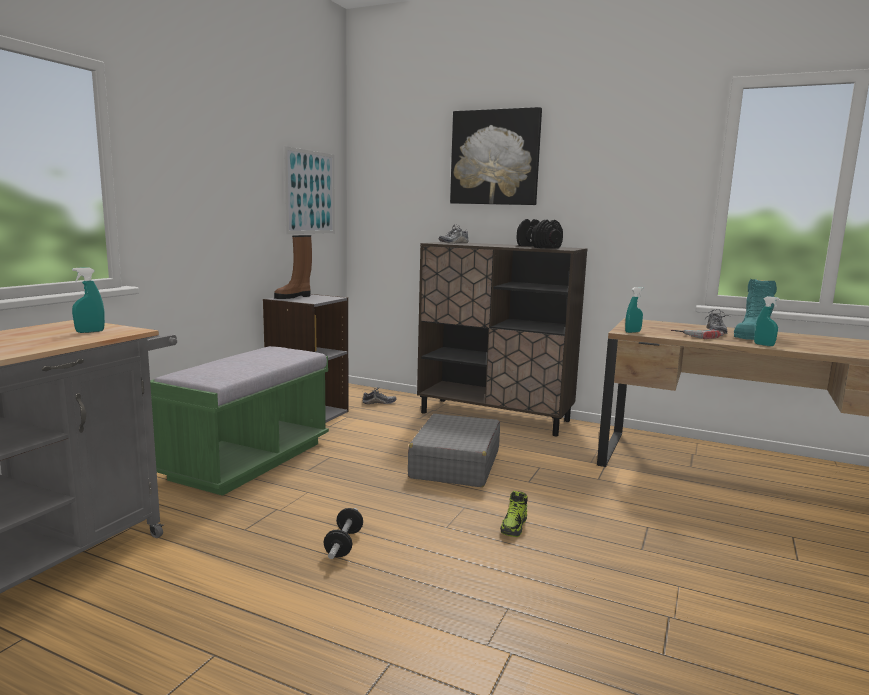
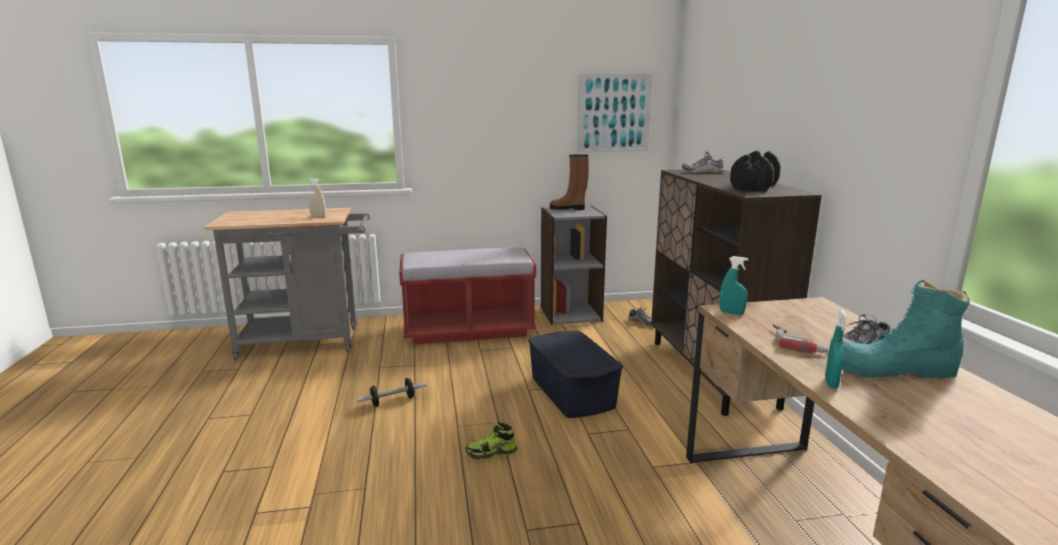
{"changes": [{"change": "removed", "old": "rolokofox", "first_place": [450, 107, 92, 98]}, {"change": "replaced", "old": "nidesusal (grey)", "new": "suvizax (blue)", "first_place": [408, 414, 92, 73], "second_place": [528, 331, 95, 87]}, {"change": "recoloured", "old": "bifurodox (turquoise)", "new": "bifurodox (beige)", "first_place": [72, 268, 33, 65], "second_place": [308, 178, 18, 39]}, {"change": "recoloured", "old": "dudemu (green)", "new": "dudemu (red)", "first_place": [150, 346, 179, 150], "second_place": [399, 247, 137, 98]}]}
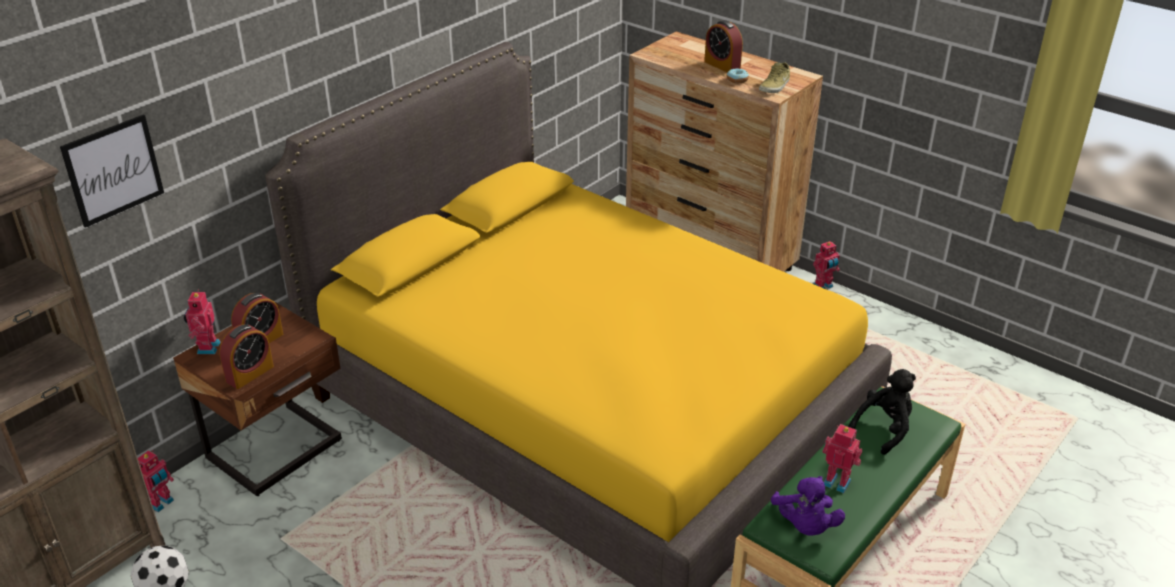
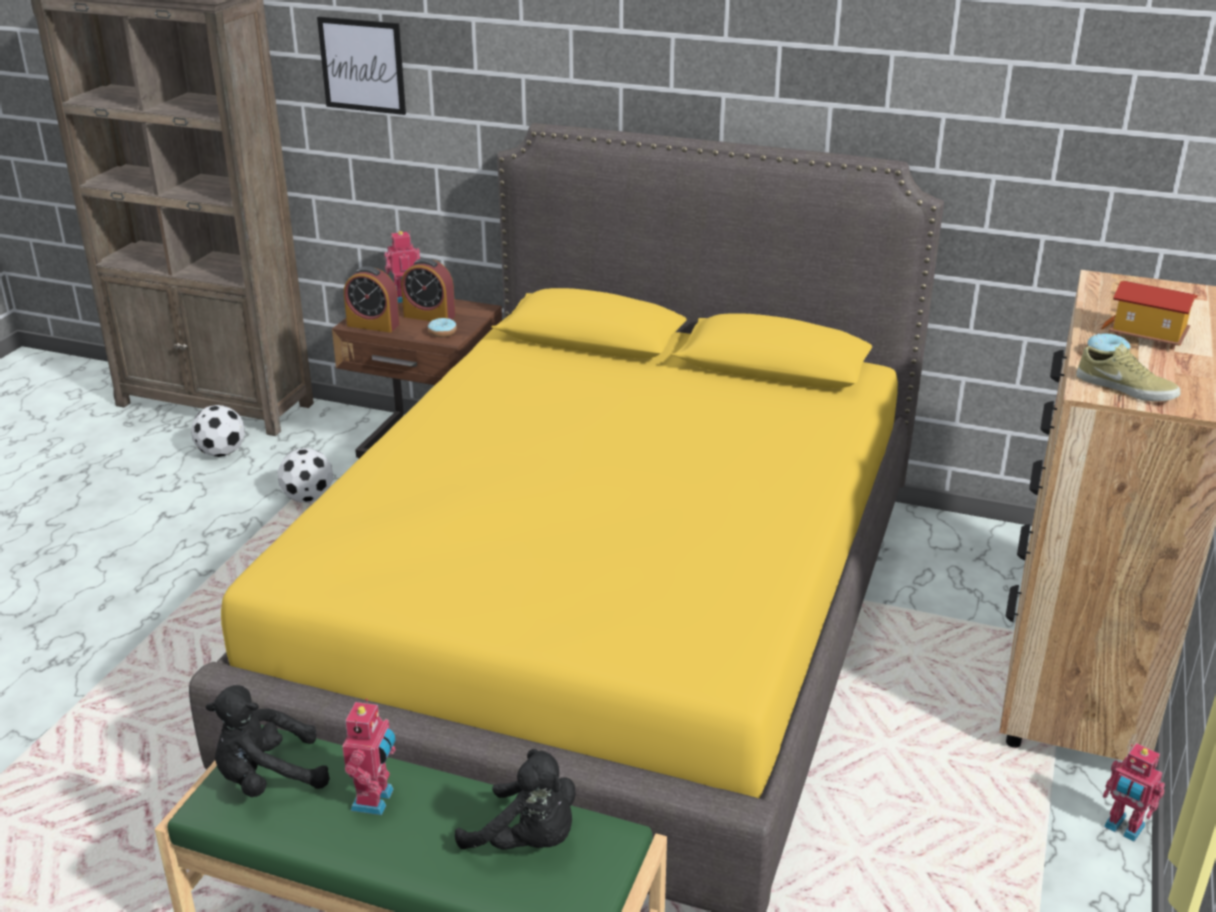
{"changes": [{"change": "removed", "old": "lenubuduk", "first_place": [138, 450, 36, 62]}, {"change": "added", "new": "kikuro", "second_place": [278, 448, 55, 55]}, {"change": "added", "new": "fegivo", "second_place": [428, 318, 29, 19]}, {"change": "replaced", "old": "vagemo", "new": "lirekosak", "first_place": [704, 20, 39, 52], "second_place": [1101, 281, 97, 69]}, {"change": "recoloured", "old": "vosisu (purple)", "new": "vosisu (black)", "first_place": [771, 476, 74, 60], "second_place": [206, 685, 124, 112]}, {"change": "turned", "old": "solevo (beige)", "first_place": [759, 62, 31, 31], "second_place": [1076, 344, 105, 58], "degrees": -150}]}
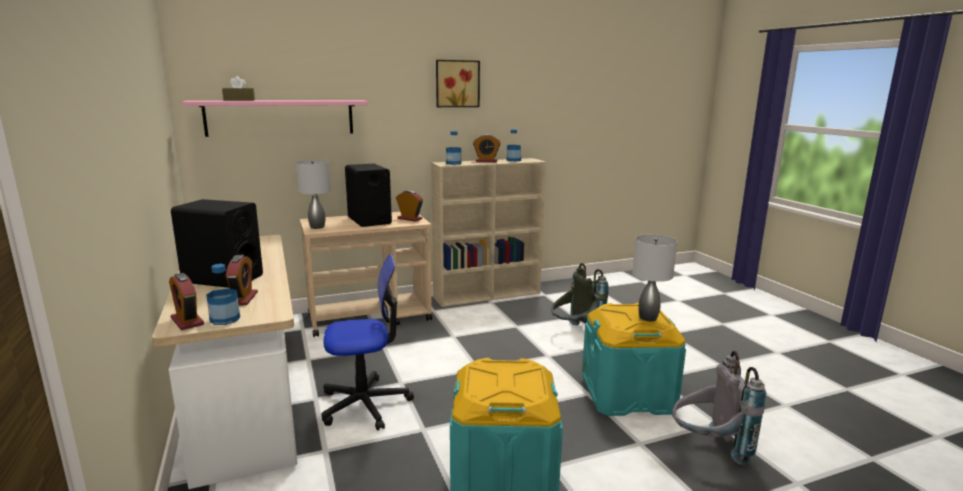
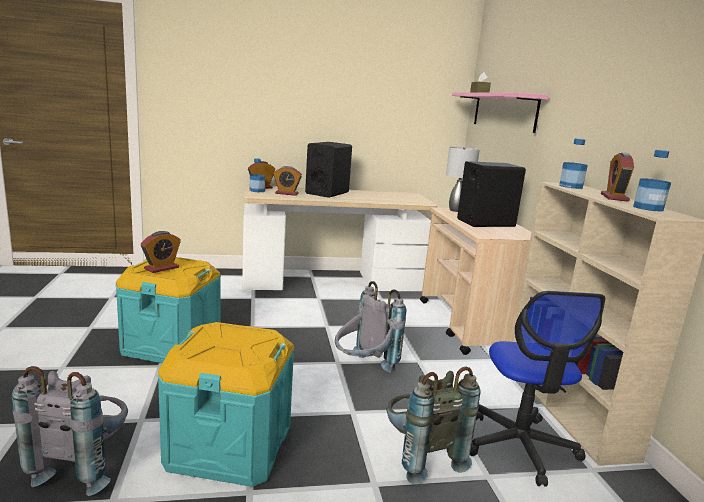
{"changes": [{"change": "removed", "old": "rolokofox", "first_place": [436, 60, 44, 47]}, {"change": "removed", "old": "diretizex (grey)", "first_place": [632, 234, 45, 87]}, {"change": "added", "new": "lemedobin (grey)", "second_place": [335, 281, 71, 92]}, {"change": "moved", "old": "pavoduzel", "first_place": [321, 254, 93, 177], "second_place": [470, 291, 136, 196]}, {"change": "moved", "old": "vagemo", "first_place": [396, 190, 27, 32], "second_place": [141, 231, 40, 42]}]}
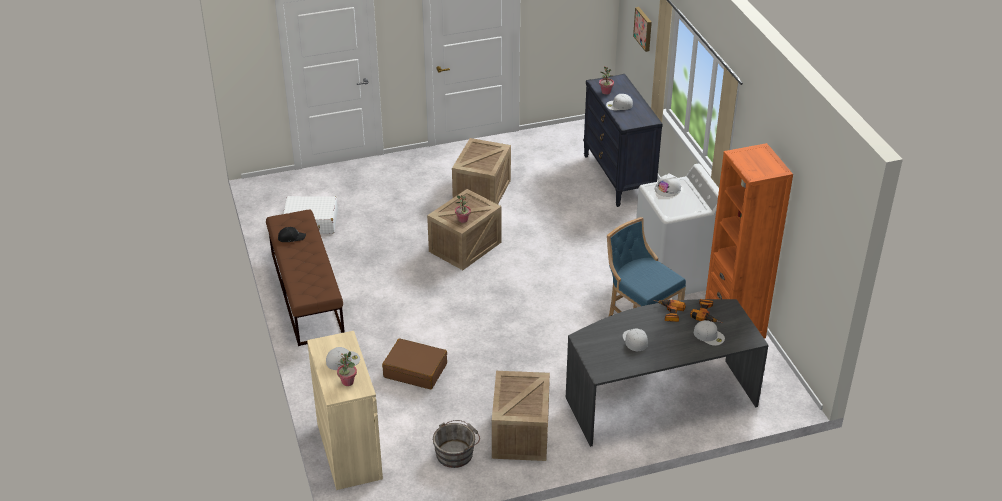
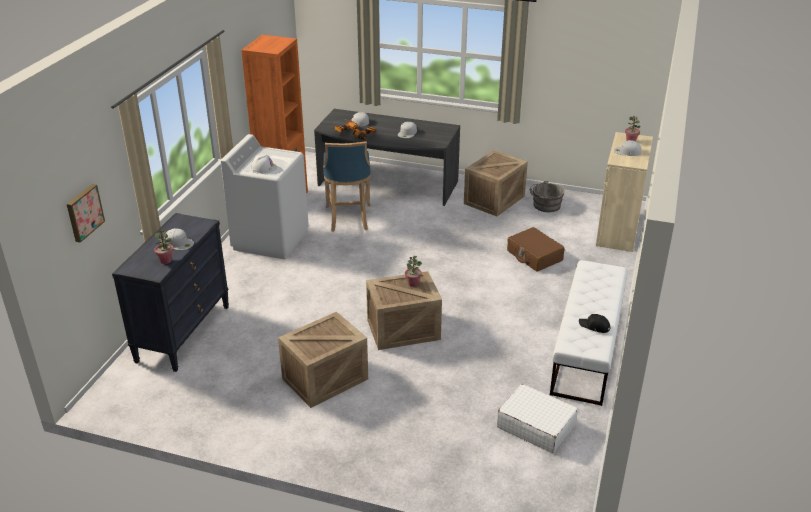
{"changes": [{"change": "recoloured", "old": "dudemu (brown)", "new": "dudemu (white)", "first_place": [266, 210, 79, 136], "second_place": [550, 260, 78, 146]}]}
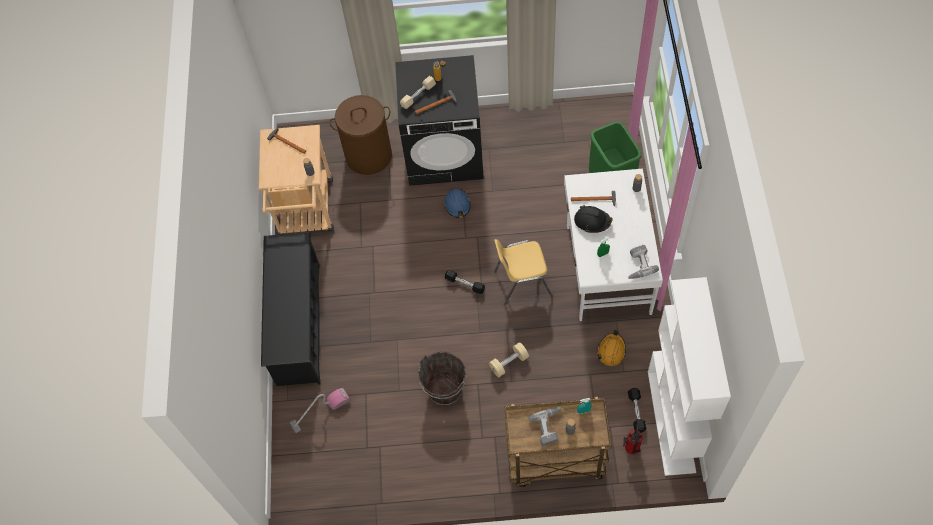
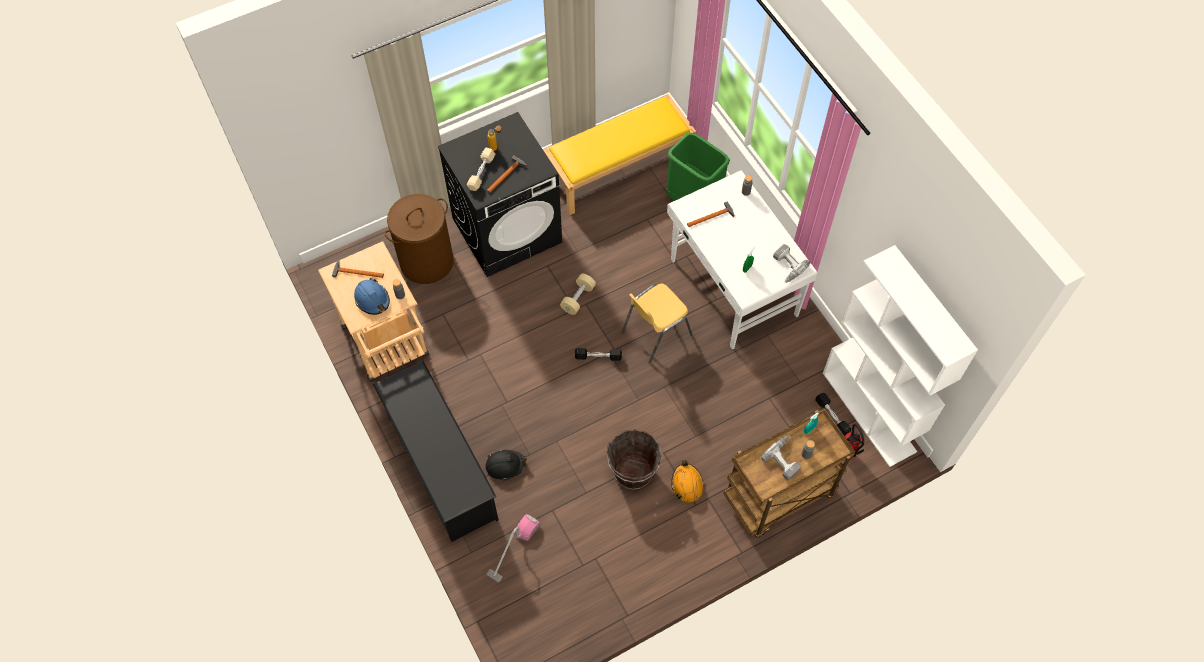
{"changes": [{"change": "added", "new": "dudemu (yellow)", "second_place": [543, 94, 153, 121]}, {"change": "moved", "old": "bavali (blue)", "first_place": [444, 189, 26, 29], "second_place": [354, 278, 36, 37]}, {"change": "moved", "old": "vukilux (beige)", "first_place": [489, 342, 40, 35], "second_place": [560, 274, 36, 41]}, {"change": "moved", "old": "bavali (black)", "first_place": [574, 205, 39, 28], "second_place": [485, 450, 42, 30]}, {"change": "moved", "old": "bavali (orange)", "first_place": [597, 329, 29, 37], "second_place": [671, 460, 33, 43]}]}
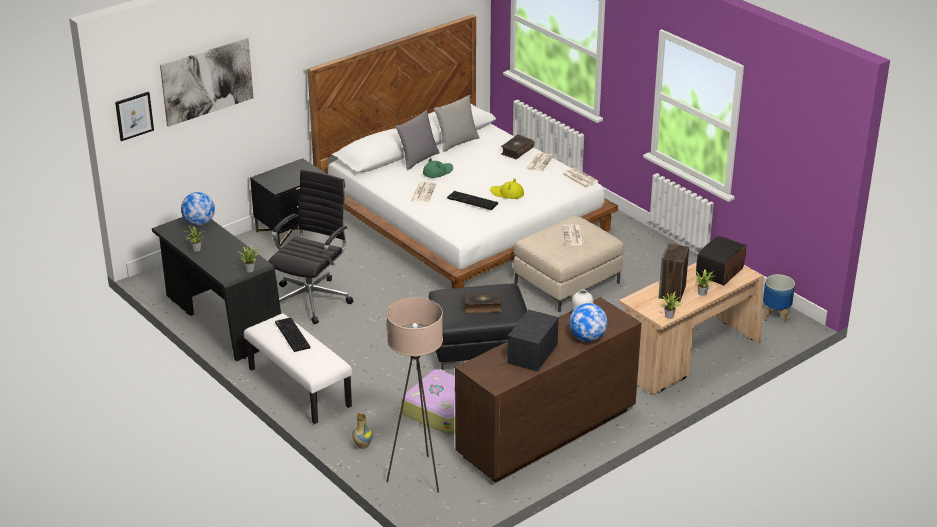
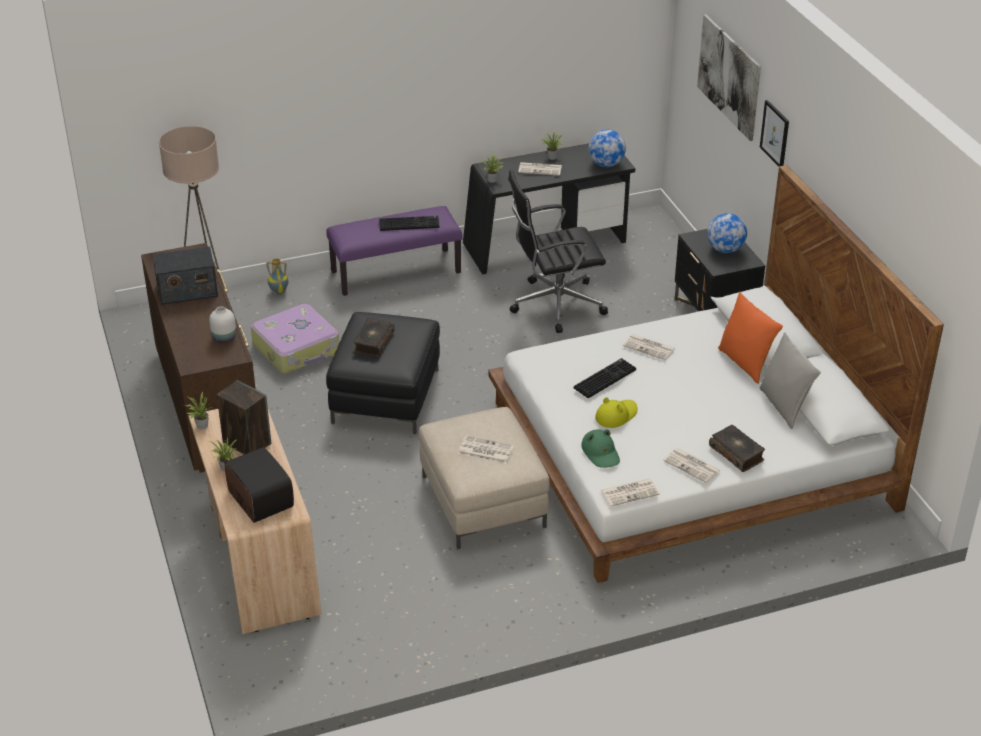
{"changes": [{"change": "removed", "old": "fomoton", "first_place": [763, 274, 32, 49]}, {"change": "added", "new": "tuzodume", "second_place": [518, 162, 44, 14]}, {"change": "moved", "old": "rolokofox", "first_place": [115, 92, 39, 49], "second_place": [760, 100, 29, 66]}, {"change": "moved", "old": "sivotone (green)", "first_place": [423, 158, 30, 20], "second_place": [581, 429, 39, 39]}, {"change": "moved", "old": "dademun", "first_place": [569, 303, 39, 39], "second_place": [707, 213, 40, 40]}, {"change": "recoloured", "old": "dudemu (white)", "new": "dudemu (purple)", "first_place": [244, 313, 108, 111], "second_place": [326, 206, 136, 90]}, {"change": "recoloured", "old": "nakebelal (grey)", "new": "nakebelal (orange)", "first_place": [396, 110, 44, 60], "second_place": [718, 292, 65, 92]}, {"change": "turned", "old": "pavoduzel (black)", "first_place": [268, 169, 85, 155], "second_place": [508, 170, 100, 163], "degrees": 120}, {"change": "turned", "old": "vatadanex", "first_place": [507, 309, 52, 63], "second_place": [153, 246, 65, 59], "degrees": 120}]}
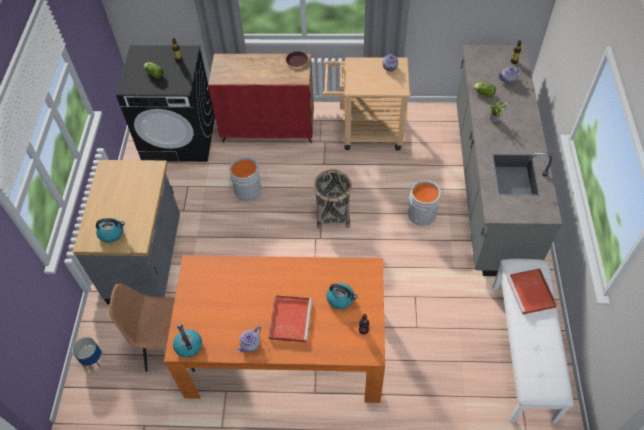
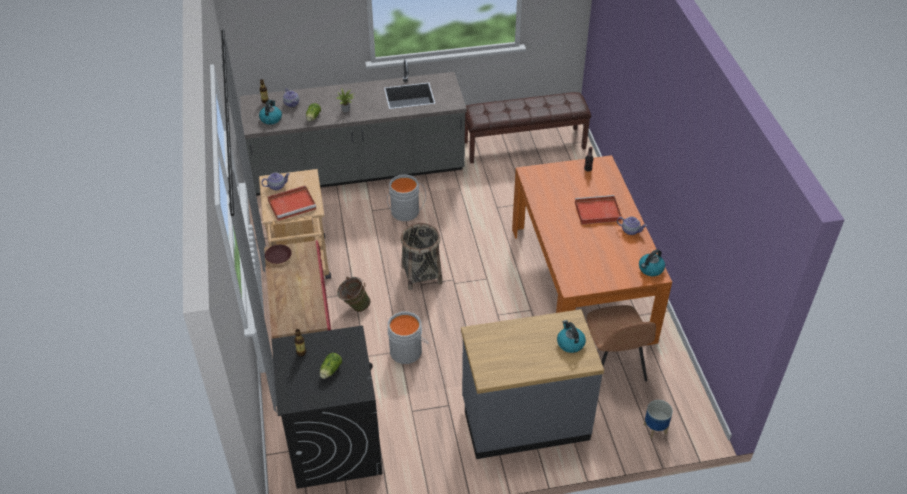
{"changes": [{"change": "added", "new": "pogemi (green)", "second_place": [337, 277, 34, 35]}, {"change": "moved", "old": "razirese", "first_place": [327, 283, 30, 26], "second_place": [259, 100, 23, 25]}, {"change": "moved", "old": "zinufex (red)", "first_place": [507, 268, 50, 47], "second_place": [268, 185, 48, 36]}, {"change": "recoloured", "old": "dudemu (white)", "new": "dudemu (brown)", "first_place": [493, 259, 81, 164], "second_place": [465, 92, 126, 72]}]}
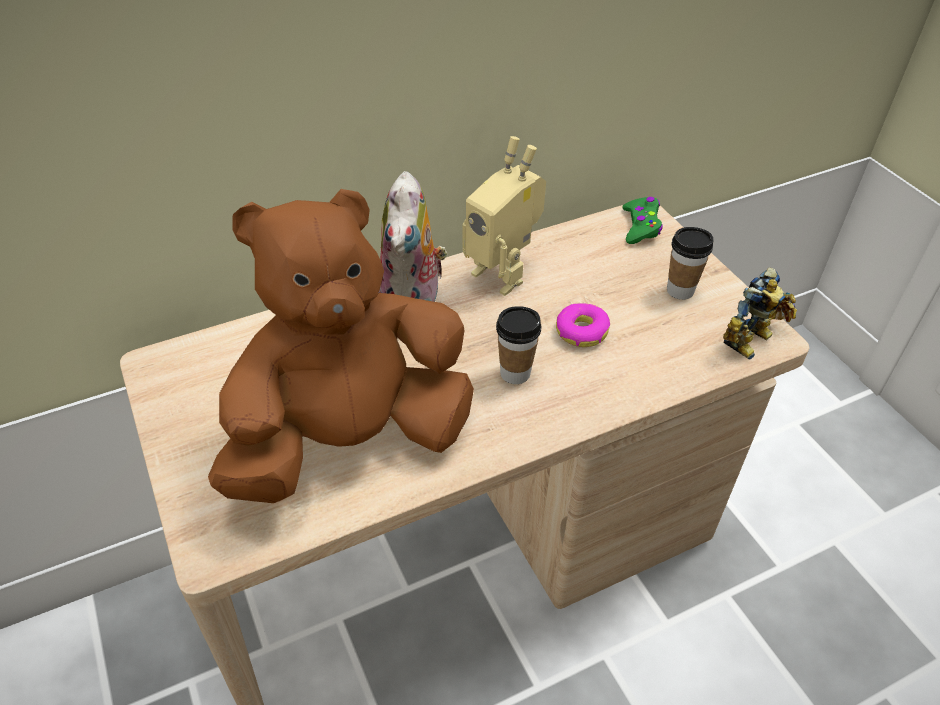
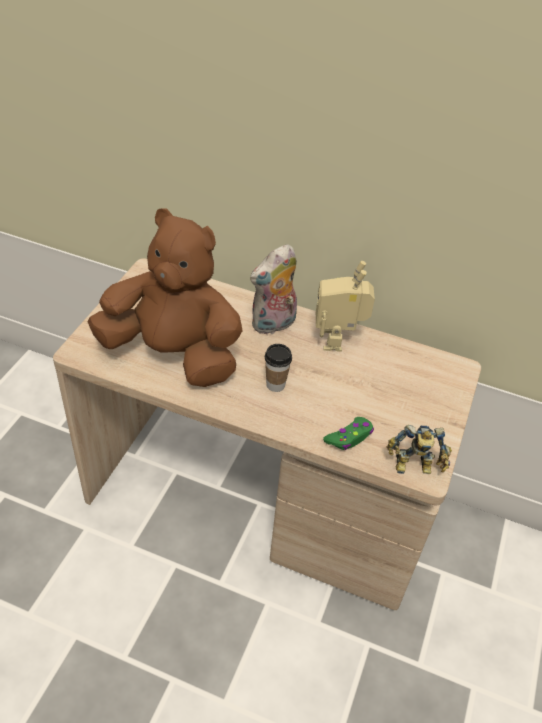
{"changes": [{"change": "removed", "old": "fegivo", "first_place": [556, 304, 54, 43]}, {"change": "removed", "old": "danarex", "first_place": [667, 227, 46, 73]}, {"change": "moved", "old": "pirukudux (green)", "first_place": [622, 197, 41, 47], "second_place": [323, 417, 51, 33]}]}
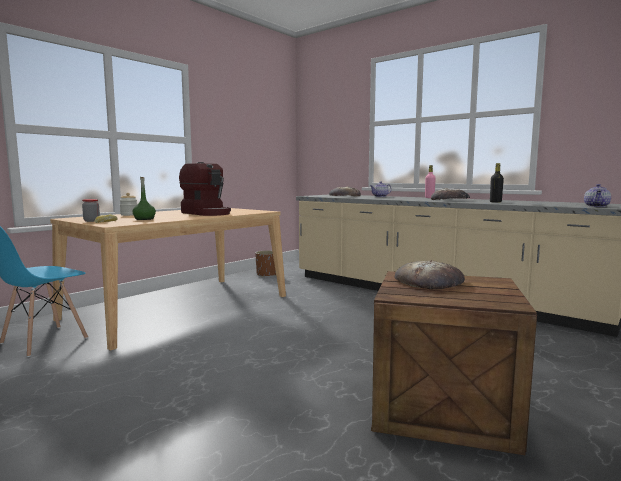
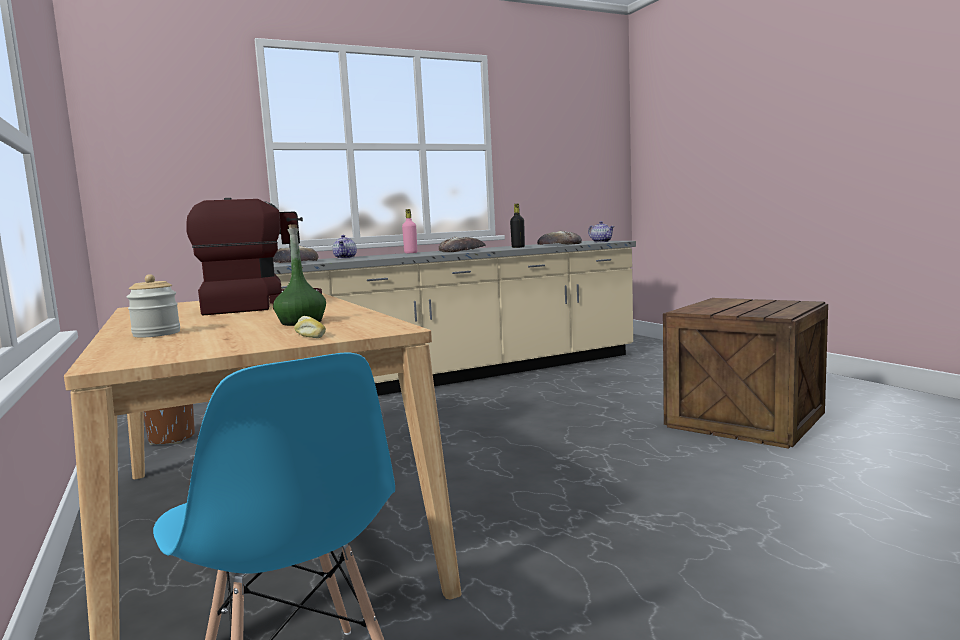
{"changes": [{"change": "removed", "old": "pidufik", "first_place": [82, 199, 18, 23]}, {"change": "moved", "old": "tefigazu", "first_place": [395, 260, 70, 30], "second_place": [537, 231, 45, 14]}]}
